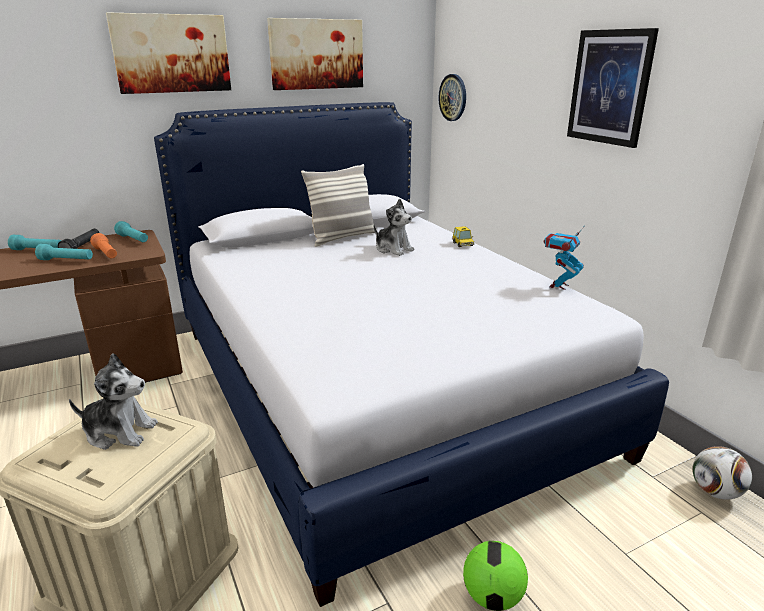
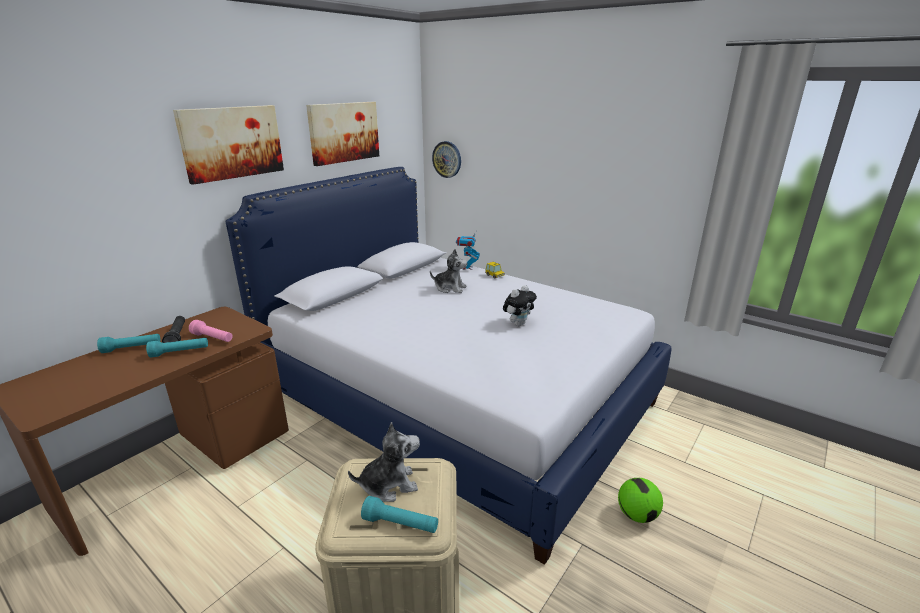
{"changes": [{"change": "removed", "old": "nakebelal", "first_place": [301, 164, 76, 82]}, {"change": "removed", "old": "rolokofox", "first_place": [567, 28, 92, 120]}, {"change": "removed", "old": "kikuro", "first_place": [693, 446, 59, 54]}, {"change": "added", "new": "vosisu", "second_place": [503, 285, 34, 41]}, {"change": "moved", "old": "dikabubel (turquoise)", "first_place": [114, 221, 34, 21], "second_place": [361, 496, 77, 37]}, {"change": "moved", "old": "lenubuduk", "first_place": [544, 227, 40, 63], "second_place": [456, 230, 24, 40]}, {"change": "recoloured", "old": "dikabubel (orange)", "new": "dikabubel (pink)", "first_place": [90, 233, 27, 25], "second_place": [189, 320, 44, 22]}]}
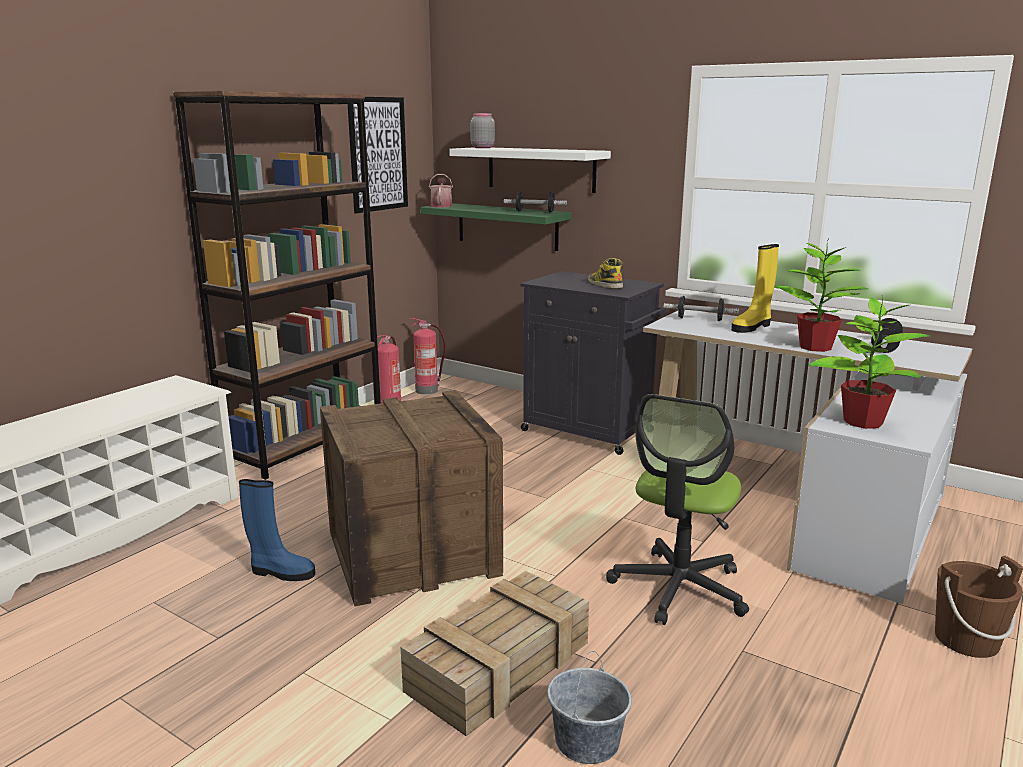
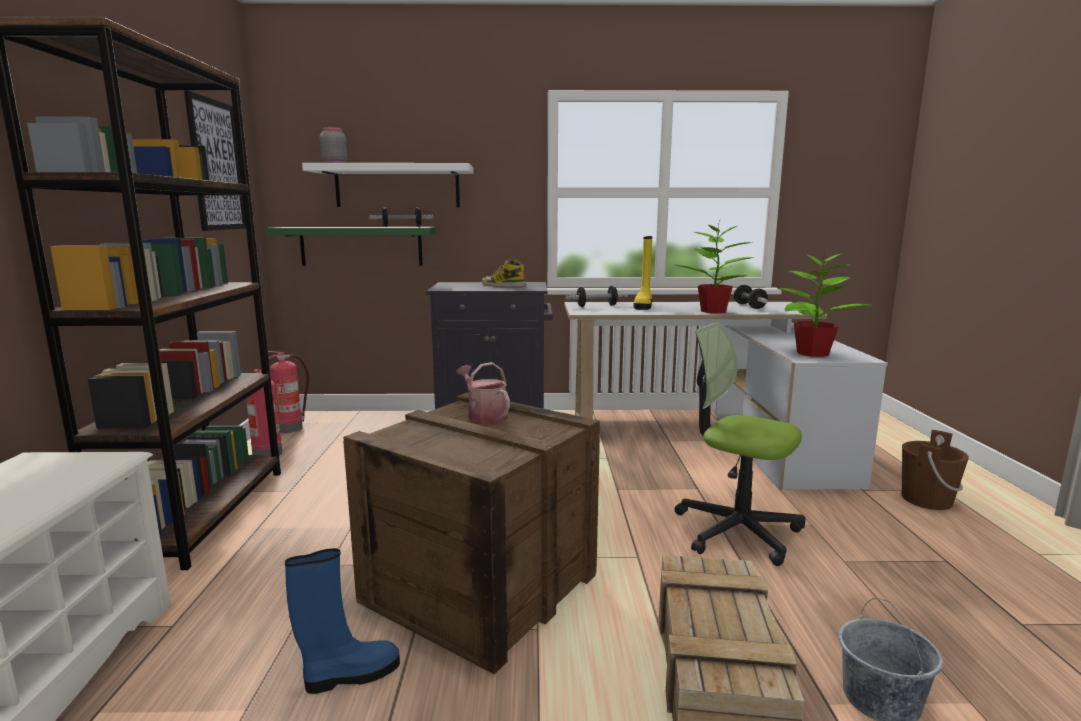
{"changes": [{"change": "moved", "old": "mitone", "first_place": [429, 174, 24, 34], "second_place": [456, 362, 54, 63]}, {"change": "turned", "old": "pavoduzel", "first_place": [606, 394, 143, 231], "second_place": [675, 322, 131, 244], "degrees": 135}]}
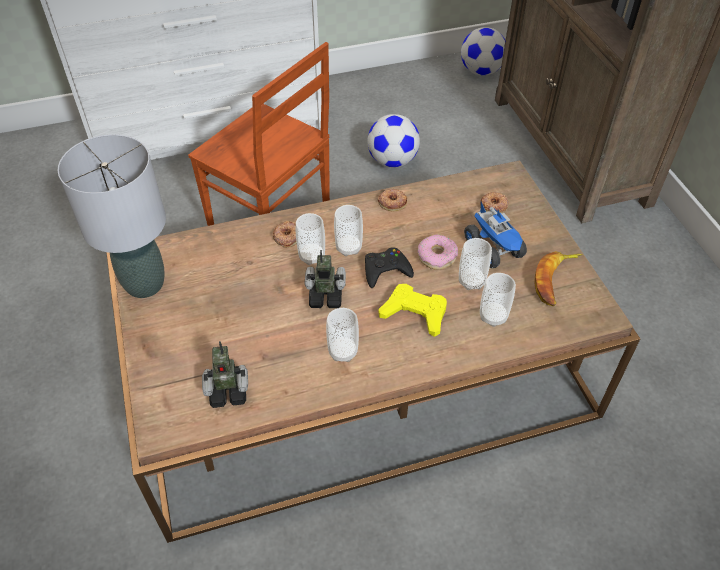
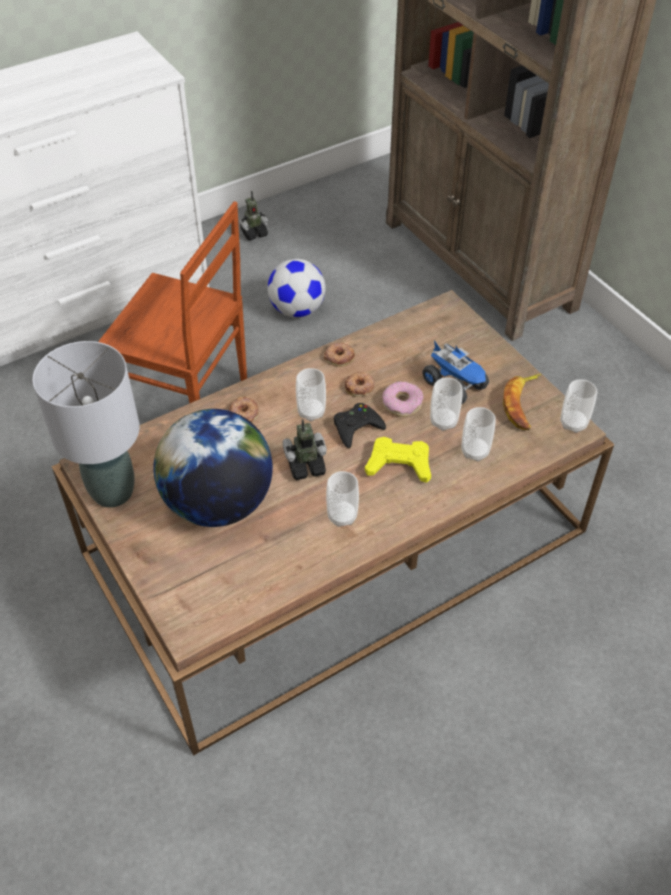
{"changes": [{"change": "removed", "old": "kikuro", "first_place": [461, 27, 45, 48]}, {"change": "added", "new": "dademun", "second_place": [153, 409, 120, 118]}, {"change": "moved", "old": "lenubuduk", "first_place": [202, 341, 46, 67], "second_place": [239, 191, 30, 49]}, {"change": "moved", "old": "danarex", "first_place": [296, 213, 29, 52], "second_place": [560, 379, 37, 54]}, {"change": "moved", "old": "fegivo", "first_place": [480, 192, 29, 21], "second_place": [345, 372, 30, 25]}]}
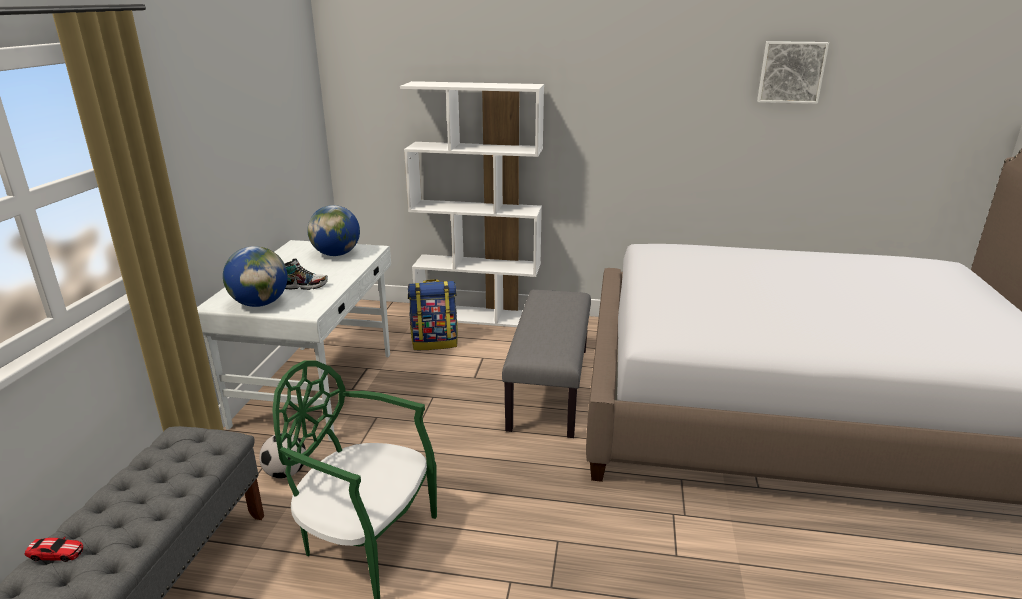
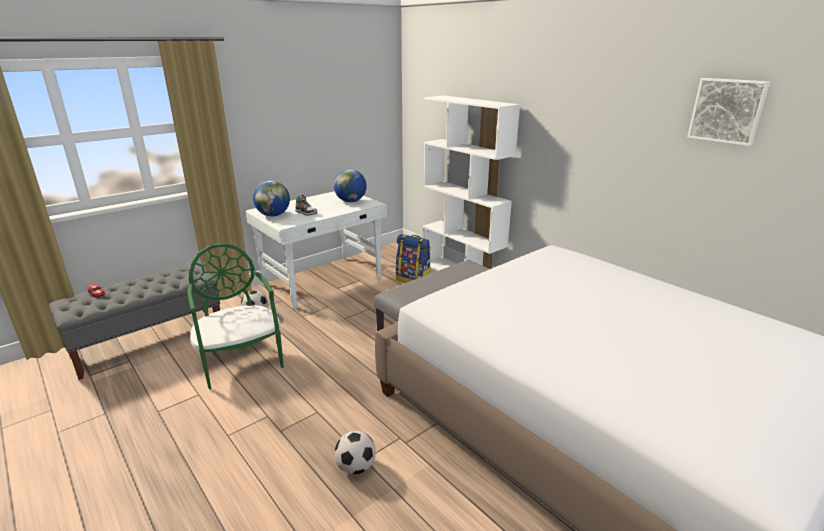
{"changes": [{"change": "added", "new": "kikuro", "second_place": [335, 431, 41, 43]}]}
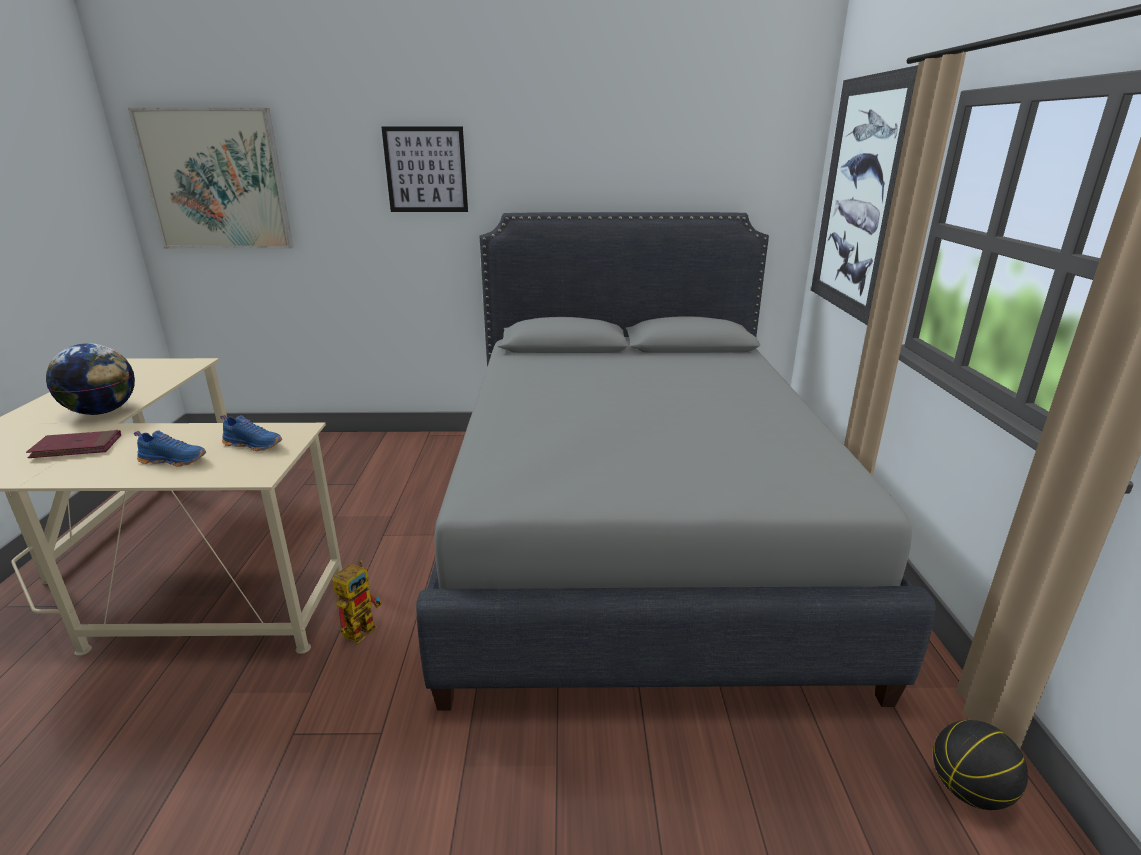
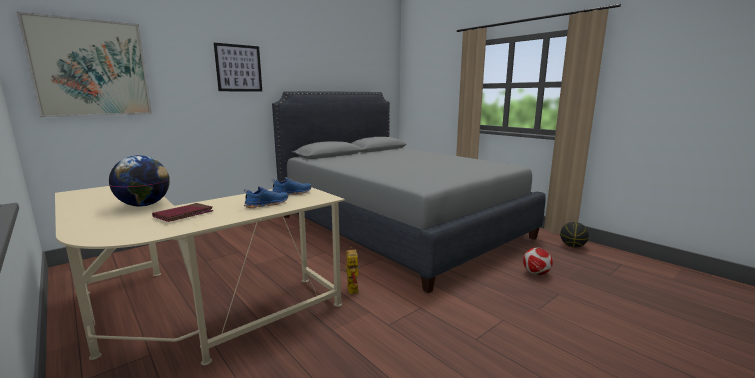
{"changes": [{"change": "removed", "old": "rolokofox", "first_place": [811, 65, 107, 260]}, {"change": "added", "new": "kikuro", "second_place": [523, 247, 30, 28]}]}
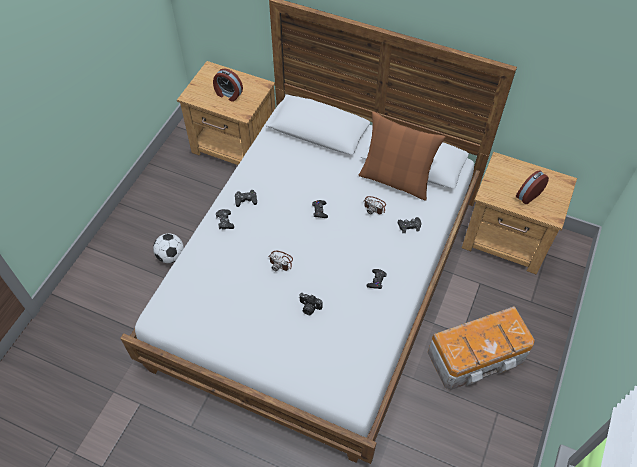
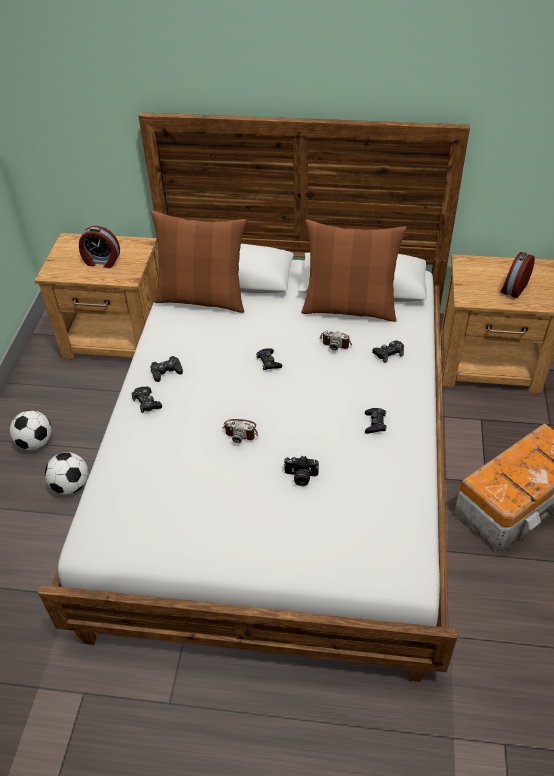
{"changes": [{"change": "added", "new": "kikuro", "second_place": [10, 410, 42, 40]}, {"change": "added", "new": "nakebelal (brown)", "second_place": [151, 210, 96, 103]}]}
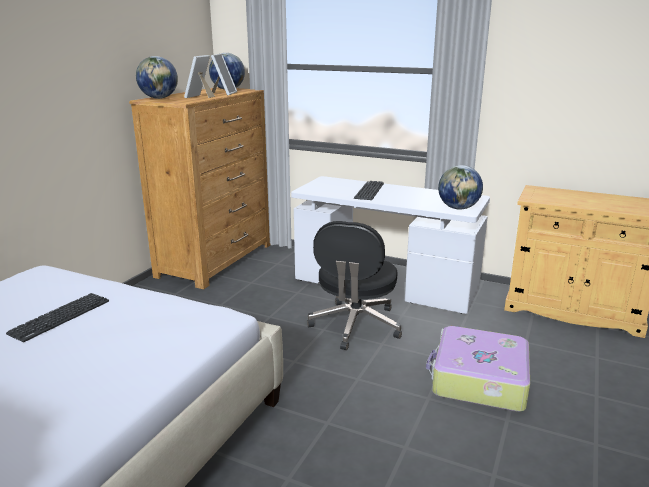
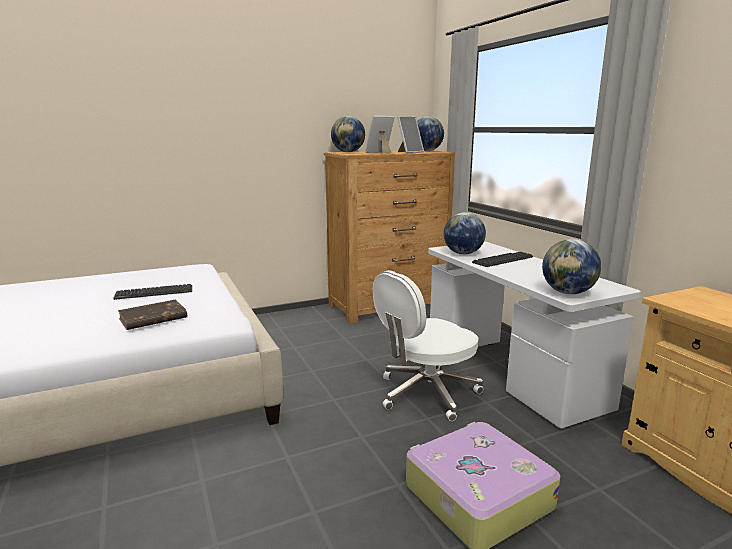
{"changes": [{"change": "added", "new": "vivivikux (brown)", "second_place": [118, 299, 69, 31]}, {"change": "added", "new": "dademun", "second_place": [444, 212, 42, 42]}, {"change": "recoloured", "old": "pavoduzel (black)", "new": "pavoduzel (white)", "first_place": [307, 221, 95, 129], "second_place": [373, 270, 110, 151]}]}
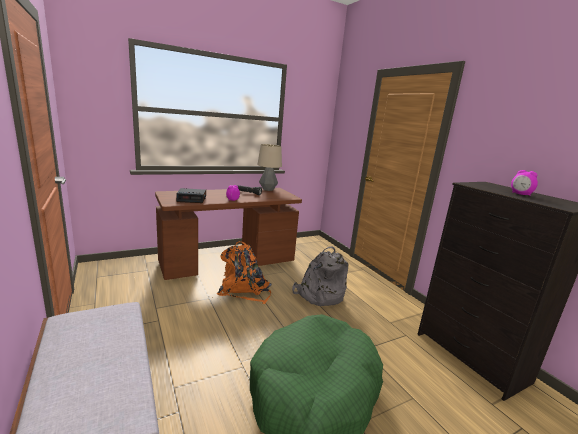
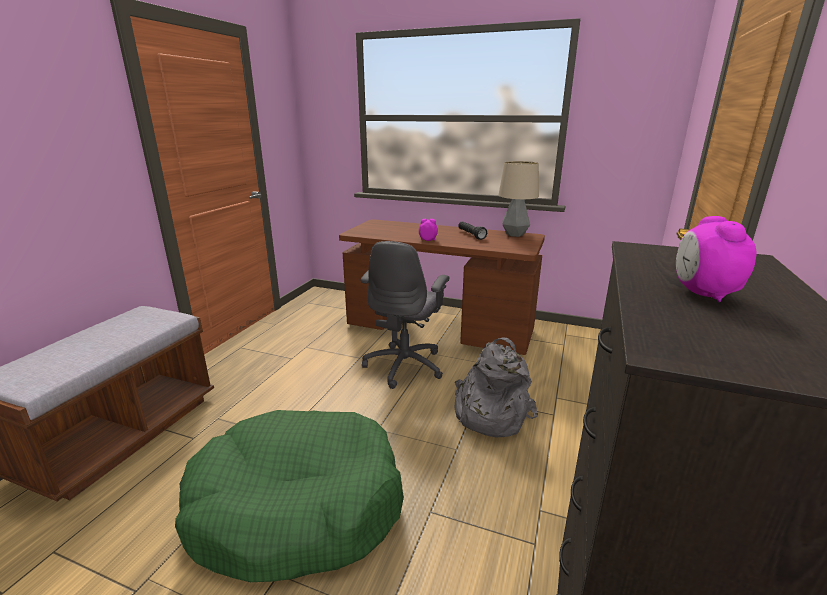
{"changes": [{"change": "removed", "old": "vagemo", "first_place": [176, 188, 30, 15]}, {"change": "replaced", "old": "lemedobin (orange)", "new": "pavoduzel (grey)", "first_place": [217, 241, 55, 63], "second_place": [360, 241, 89, 148]}]}
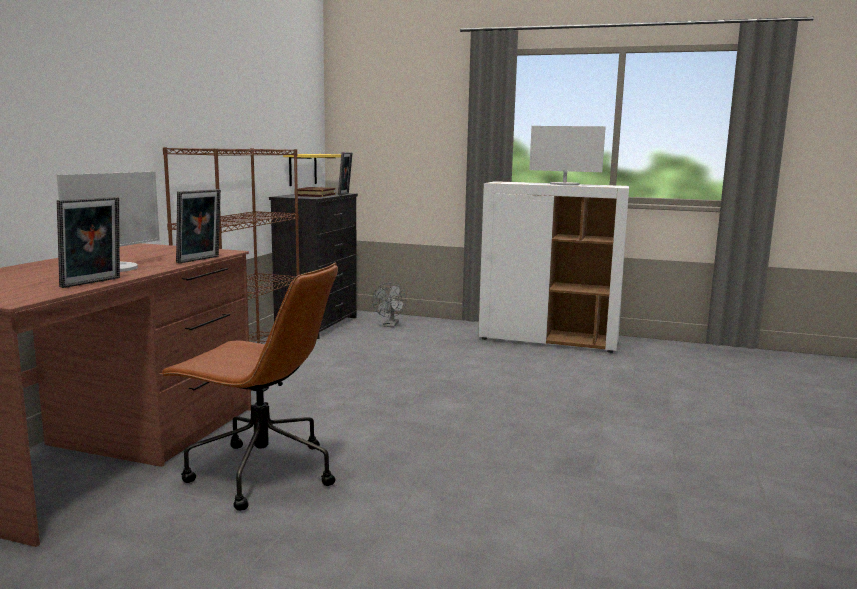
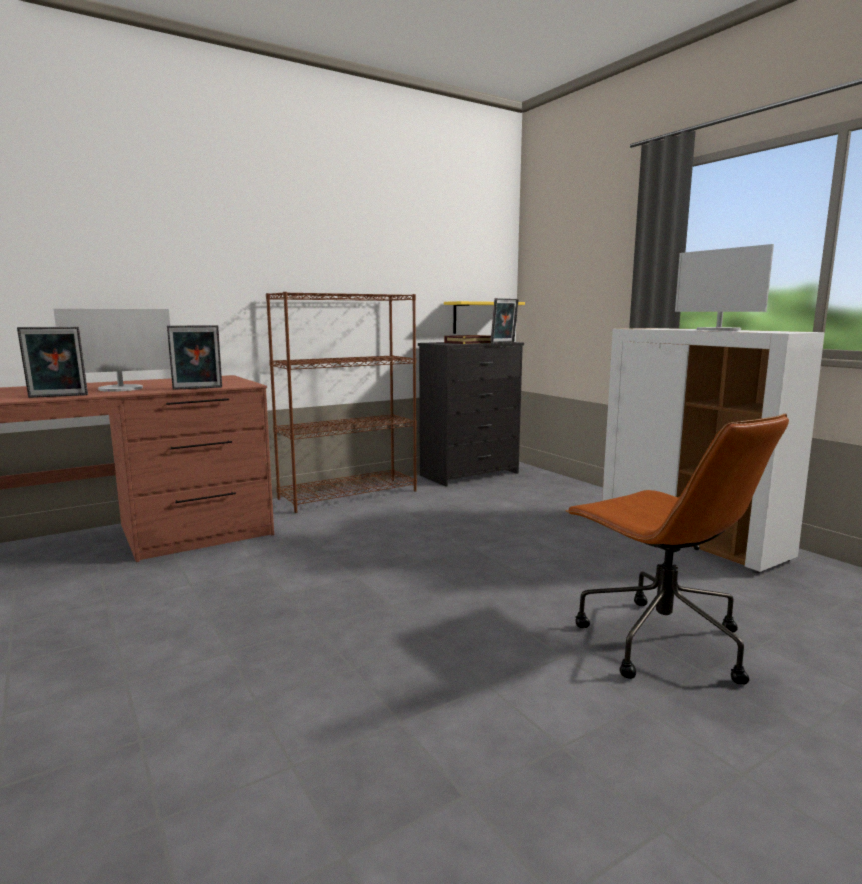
{"changes": [{"change": "removed", "old": "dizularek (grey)", "first_place": [372, 283, 34, 44]}, {"change": "moved", "old": "pavoduzel (brown)", "first_place": [159, 263, 179, 248], "second_place": [565, 413, 224, 272]}]}
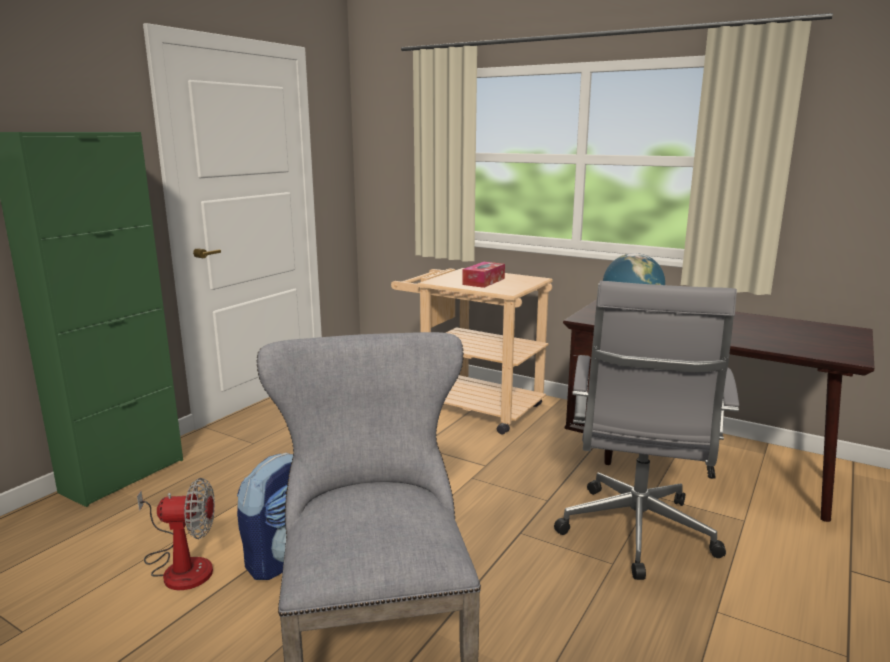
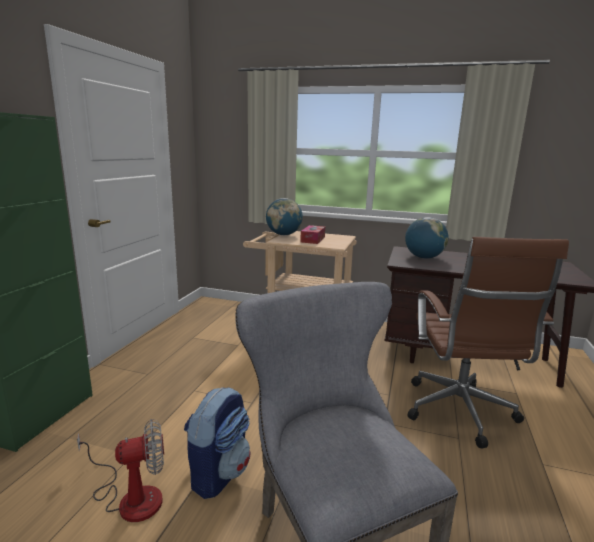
{"changes": [{"change": "added", "new": "dademun", "second_place": [266, 198, 37, 37]}, {"change": "recoloured", "old": "pavoduzel (grey)", "new": "pavoduzel (brown)", "first_place": [554, 281, 185, 299], "second_place": [408, 237, 161, 212]}]}
